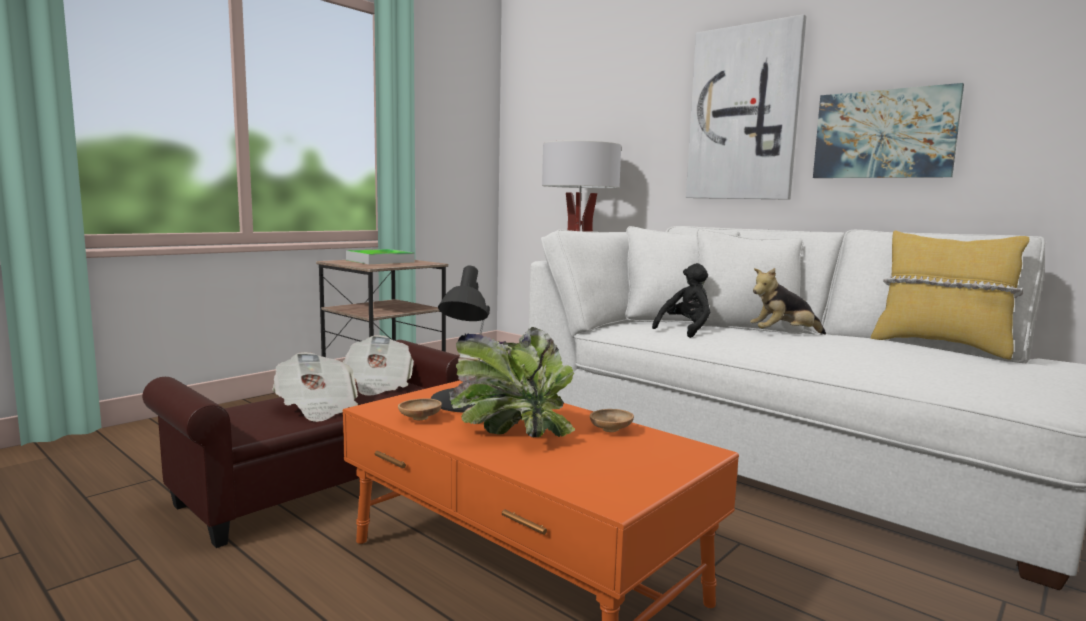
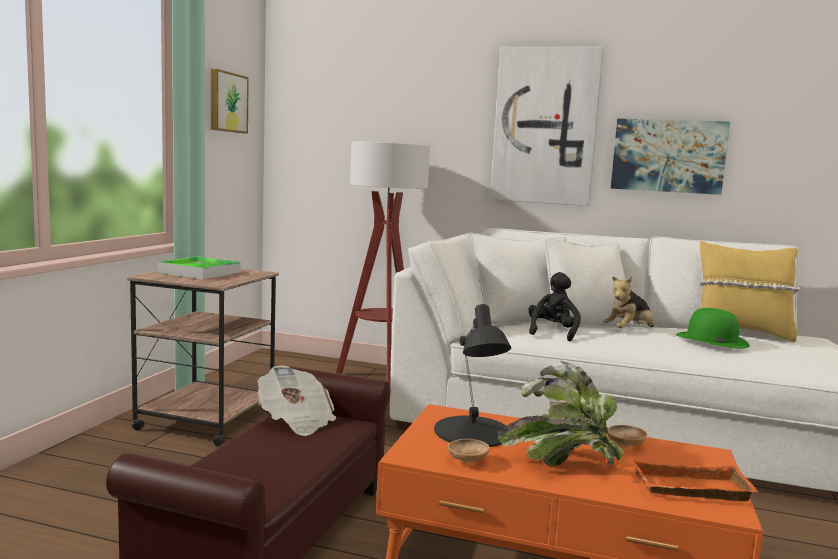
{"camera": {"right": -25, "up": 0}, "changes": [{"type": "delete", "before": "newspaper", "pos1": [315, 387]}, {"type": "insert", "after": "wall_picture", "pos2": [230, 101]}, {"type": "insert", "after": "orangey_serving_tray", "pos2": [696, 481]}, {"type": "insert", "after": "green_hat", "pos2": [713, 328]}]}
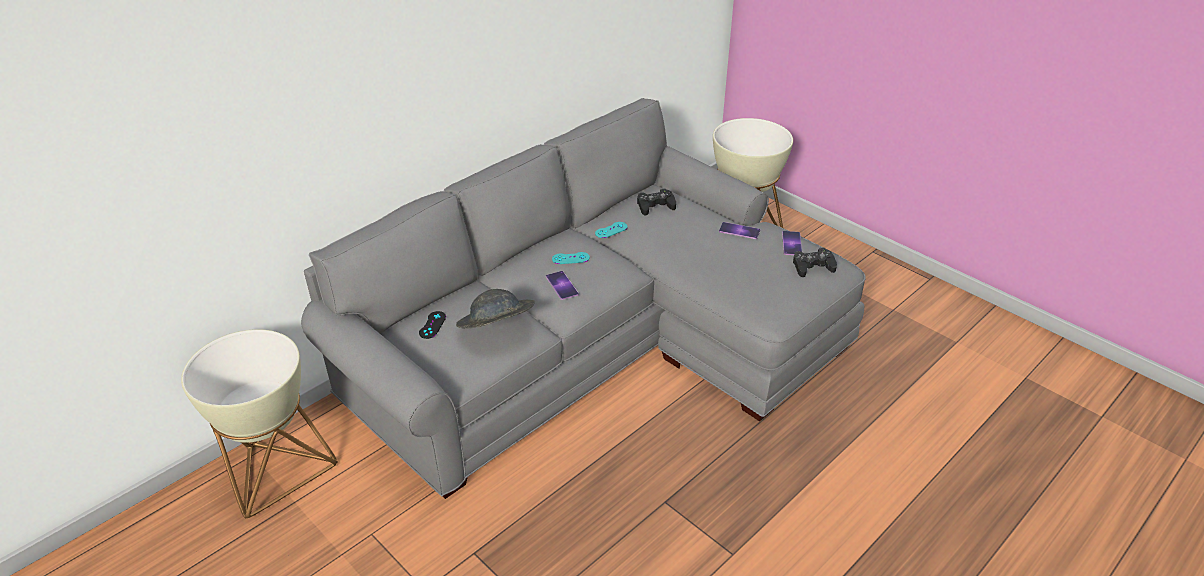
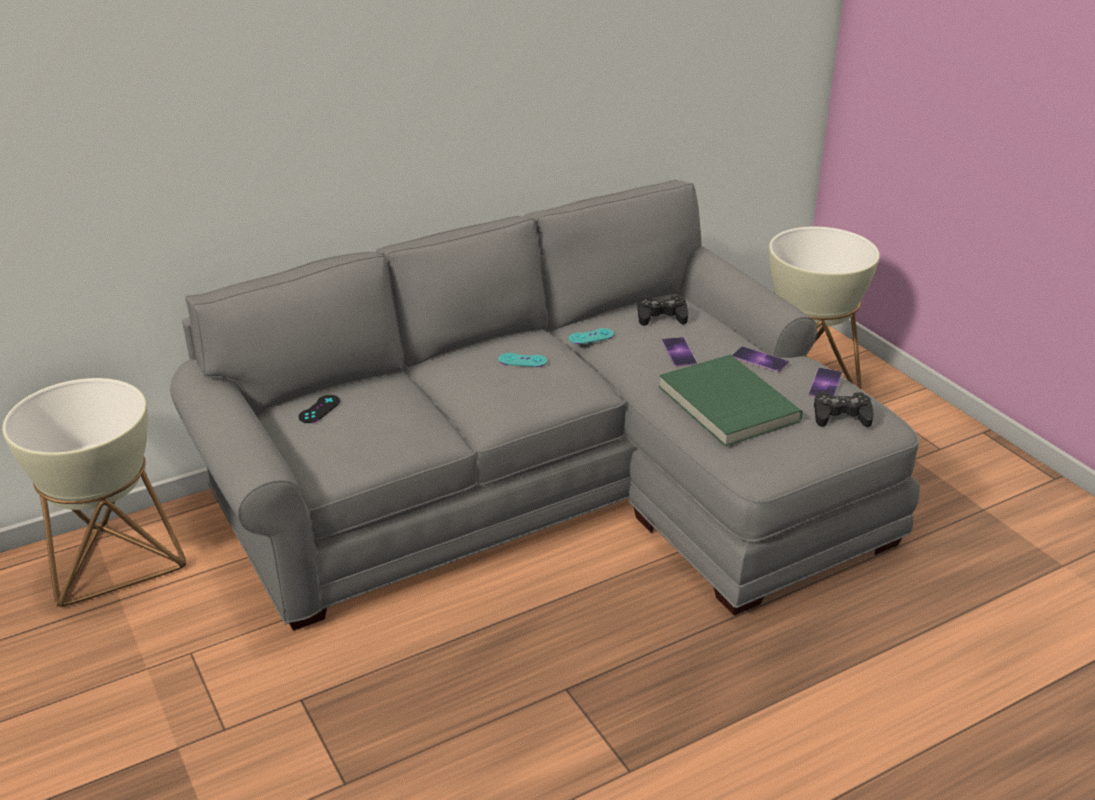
{"camera": {"right": 15, "up": -5}, "changes": [{"type": "delete", "before": "greyish_hat", "pos1": [495, 309]}, {"type": "move", "before": "phone", "pos1": [562, 285], "pos2": [679, 352]}, {"type": "insert", "after": "green_book", "pos2": [731, 400]}]}
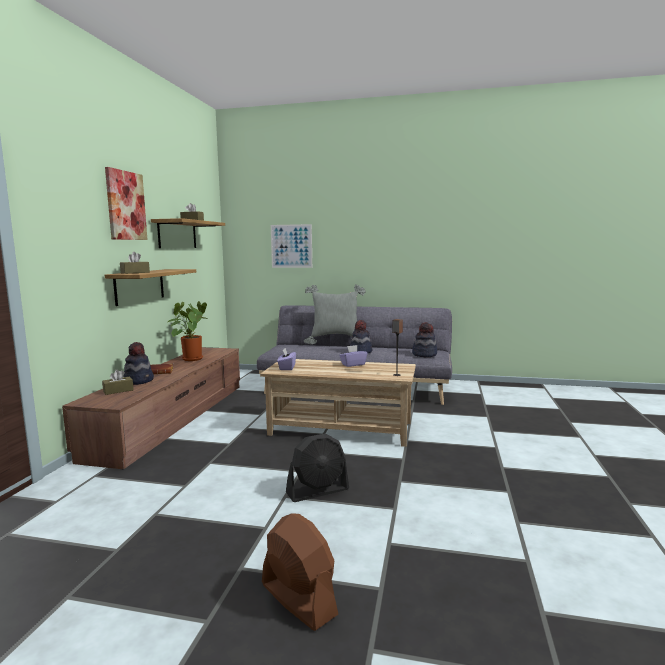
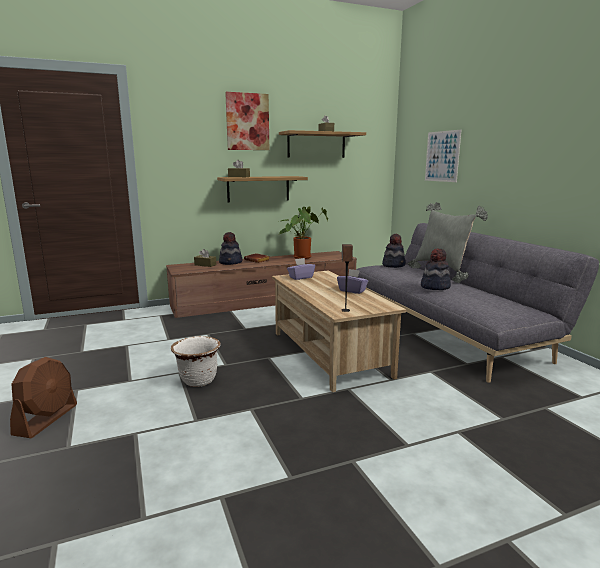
{"camera": {"right": 55, "up": 5}, "changes": [{"type": "replace", "before": "black_fan", "after": "white_planter", "pos1": [317, 467], "pos2": [196, 361]}, {"type": "move", "before": "hat", "pos1": [424, 339], "pos2": [394, 251]}]}
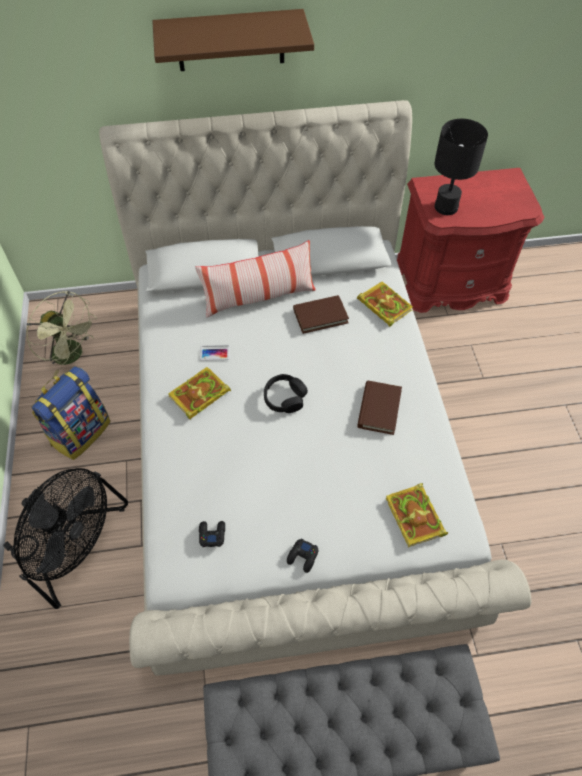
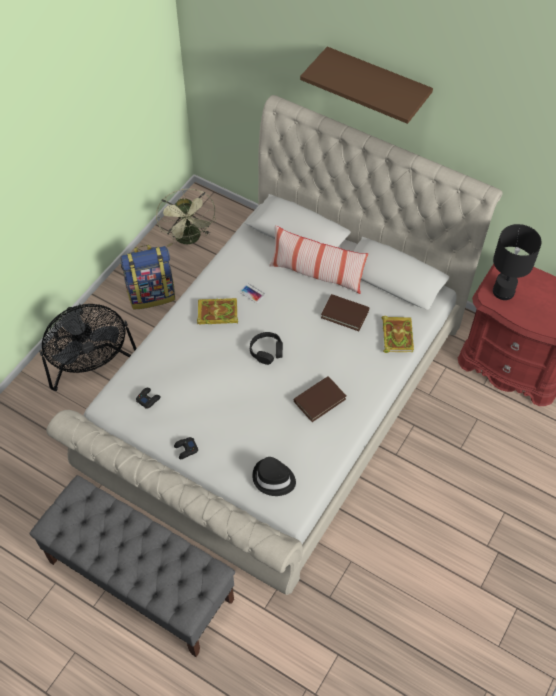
{"camera": {"right": 40, "up": 0}, "changes": [{"type": "replace", "before": "book", "after": "black_hat", "pos1": [417, 515], "pos2": [274, 476]}]}
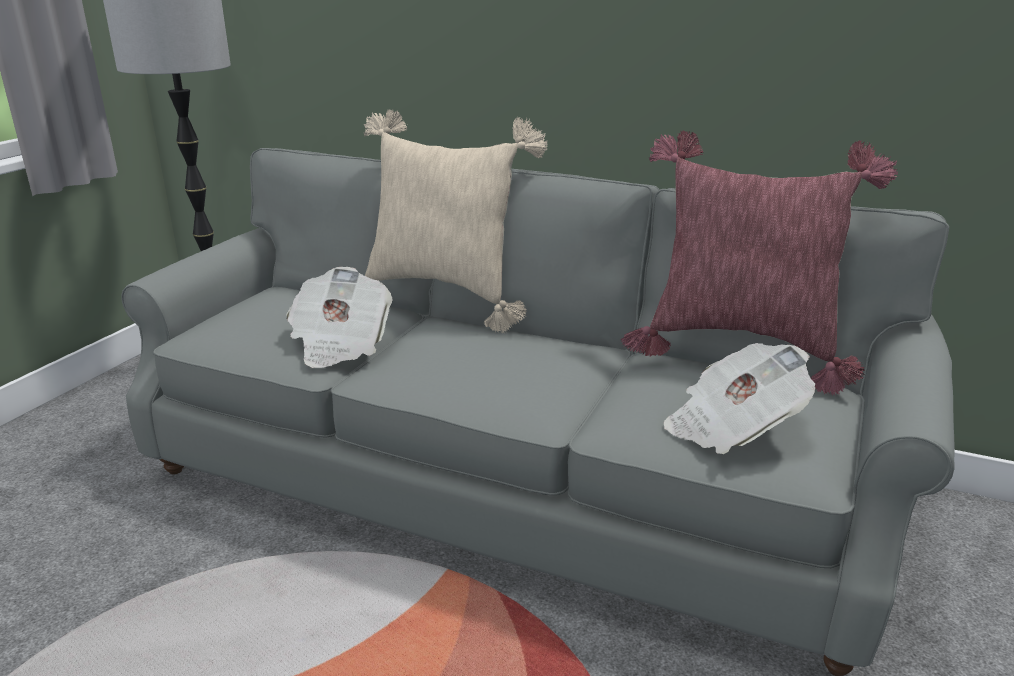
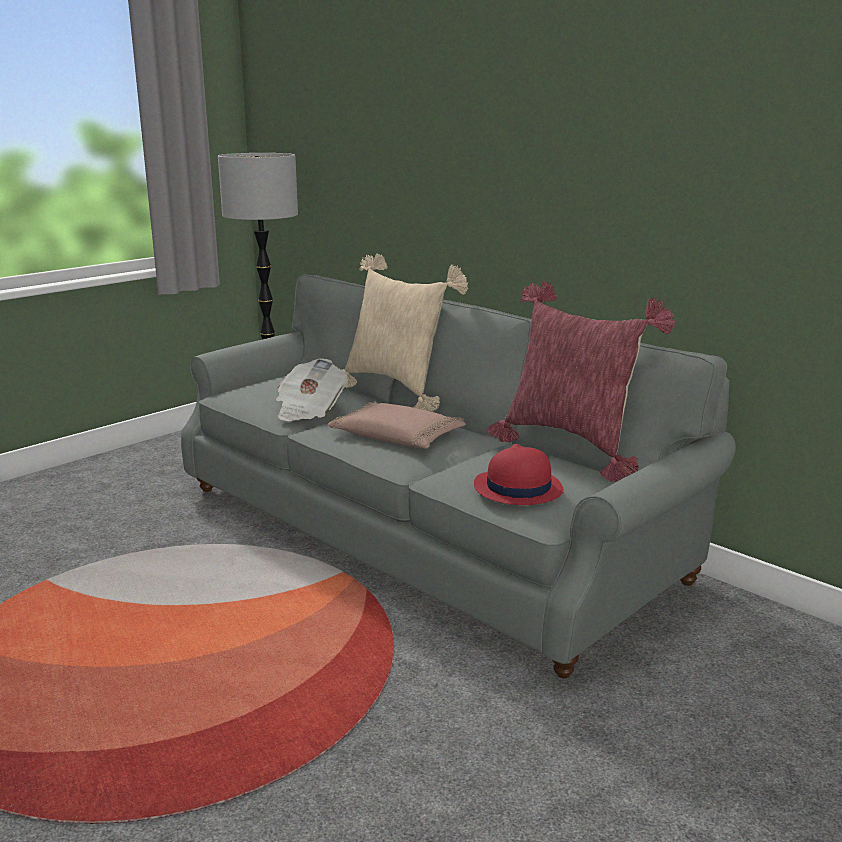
{"camera": {"right": 20, "up": -5}, "changes": [{"type": "replace", "before": "newspaper", "after": "reddish_hat", "pos1": [739, 398], "pos2": [519, 474]}, {"type": "insert", "after": "beige_throw_pillow", "pos2": [397, 425]}]}
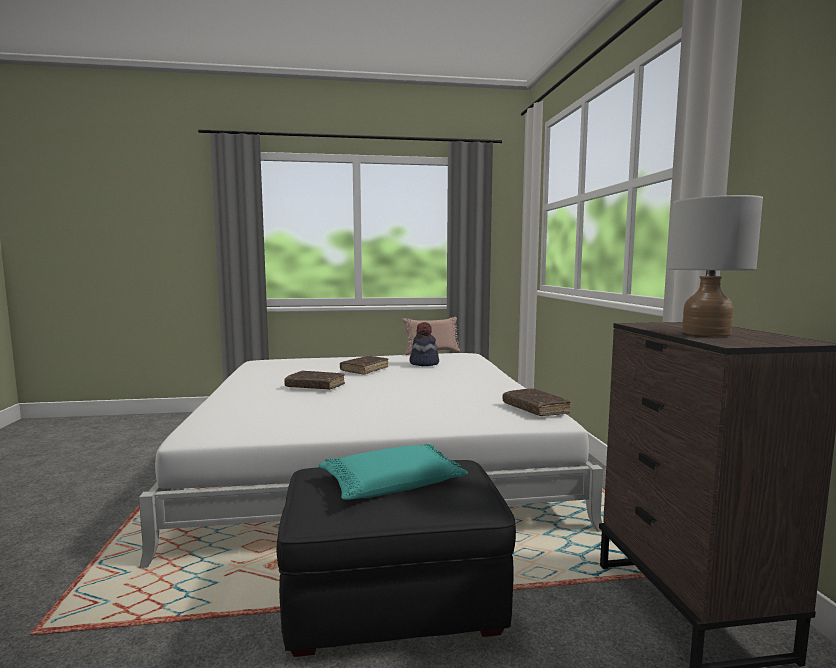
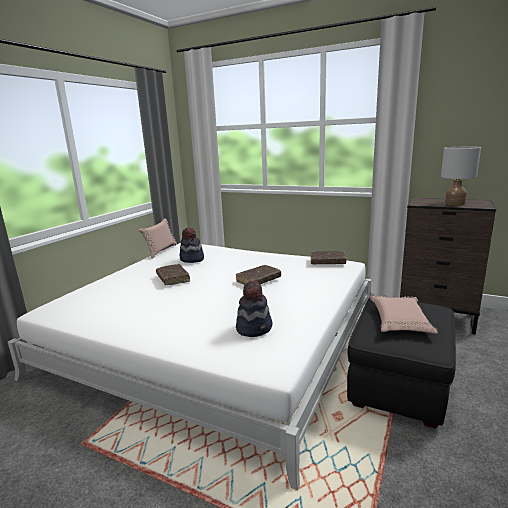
{"camera": {"right": -55, "up": 10}, "changes": [{"type": "move", "before": "brownish_book", "pos1": [314, 380], "pos2": [258, 275]}, {"type": "recolor", "before": "turquoise_throw_pillow", "after": "beige_throw_pillow", "pos1": [393, 471], "pos2": [404, 315]}, {"type": "insert", "after": "hat", "pos2": [254, 308]}]}
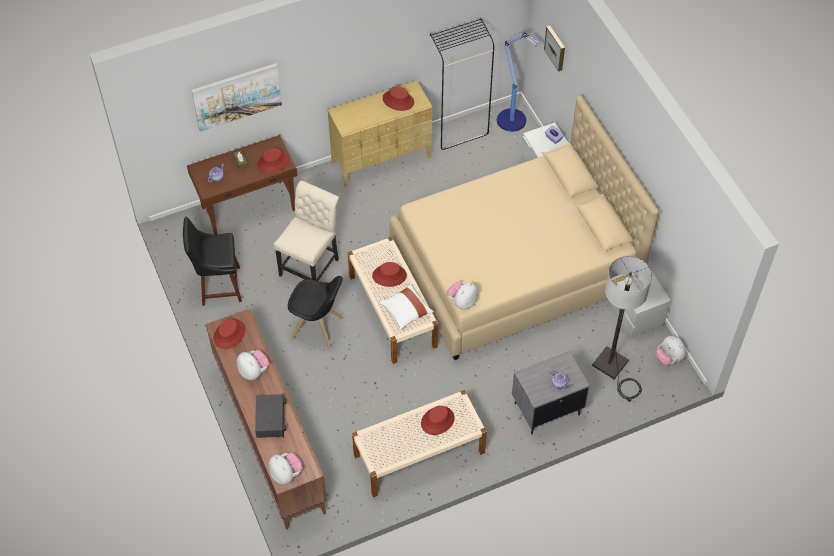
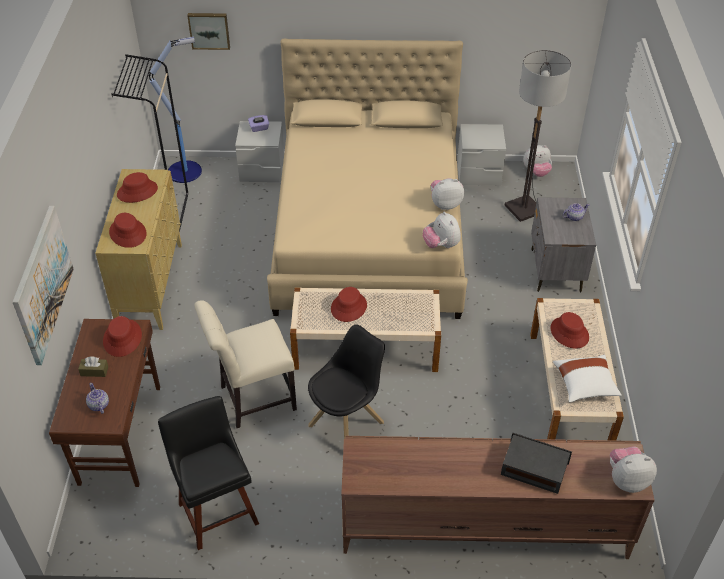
{"camera": {"right": -65, "up": -10}, "changes": [{"type": "rotate", "before": "black_upright_chair", "pos1": [212, 261], "pos2": [208, 473], "turn": 135}, {"type": "move", "before": "reddish_hat", "pos1": [229, 334], "pos2": [127, 230]}, {"type": "move", "before": "plush_toy", "pos1": [253, 365], "pos2": [447, 194]}, {"type": "rotate", "before": "beige_upright_chair", "pos1": [306, 231], "pos2": [245, 364], "turn": -75}, {"type": "move", "before": "white_throw_pillow", "pos1": [406, 307], "pos2": [587, 378]}]}
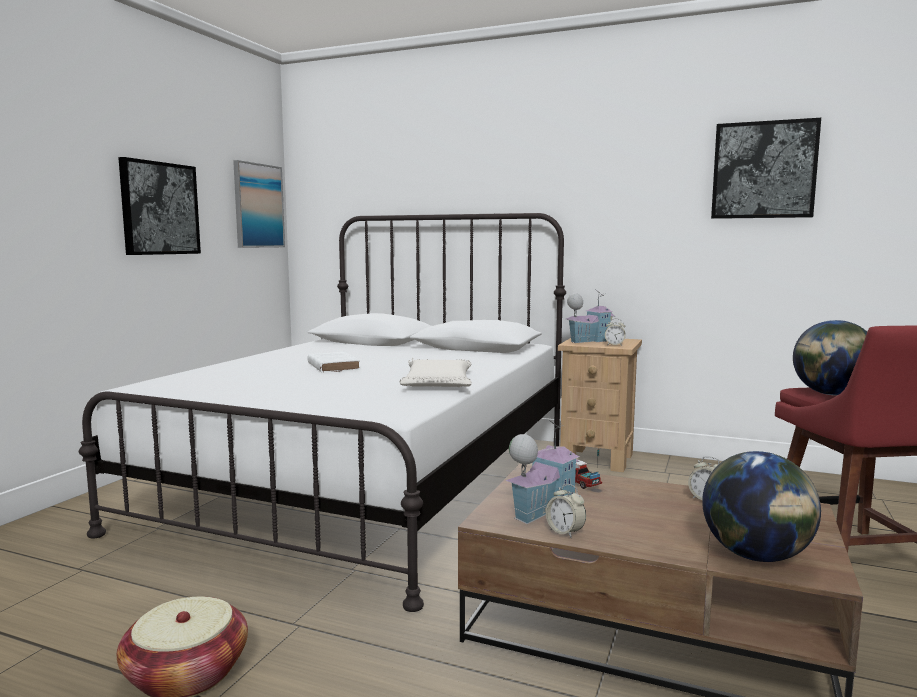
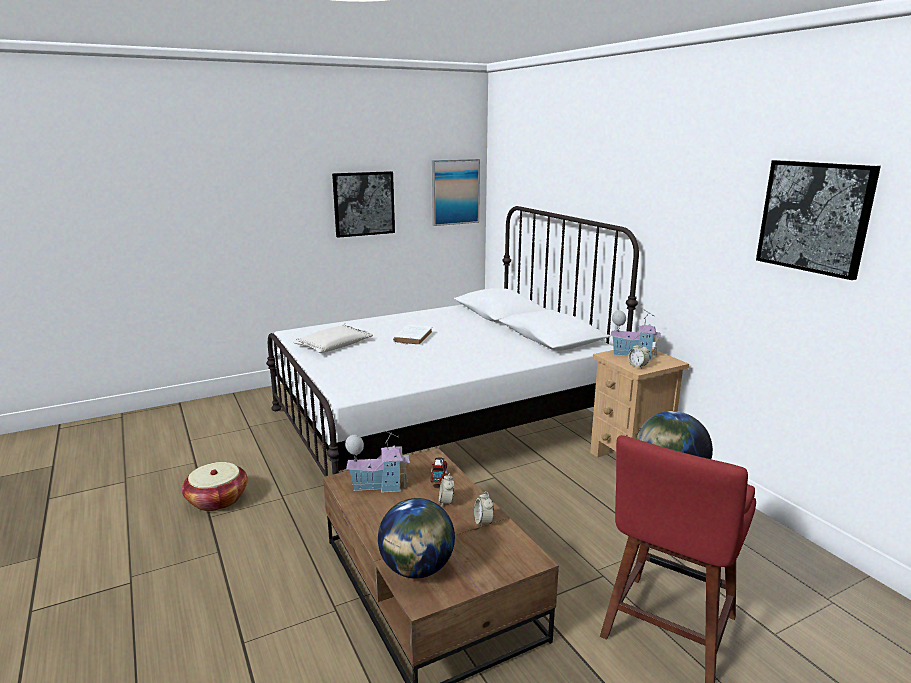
{"camera": {"right": 40, "up": 10}, "changes": [{"type": "move", "before": "white_throw_pillow", "pos1": [435, 372], "pos2": [333, 338]}, {"type": "move", "before": "table_clock", "pos1": [566, 511], "pos2": [446, 489]}]}
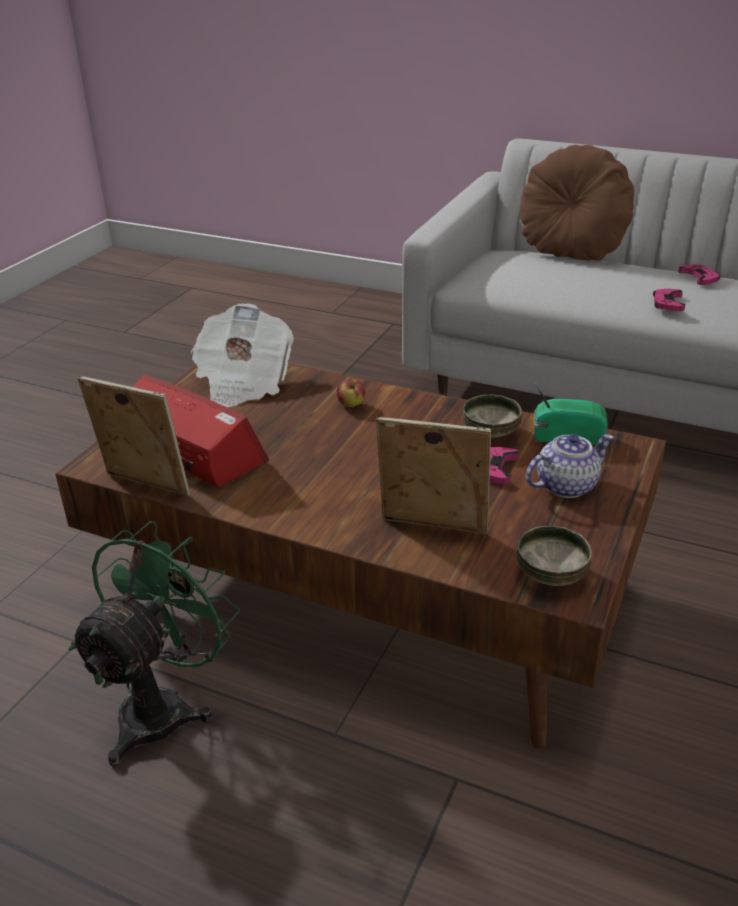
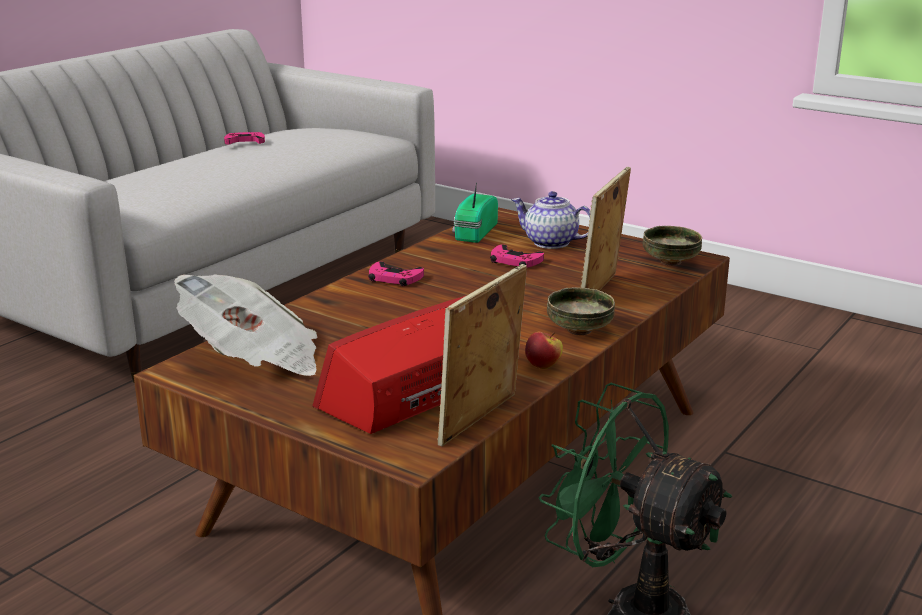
{"camera": {"right": -80, "up": -10}, "changes": [{"type": "move", "before": "whole_apple", "pos1": [351, 393], "pos2": [544, 350]}, {"type": "move", "before": "serving_bowl", "pos1": [492, 416], "pos2": [581, 311]}, {"type": "delete", "before": "brownish_throw_pillow", "pos1": [577, 203]}, {"type": "rotate", "before": "pot_for_tea", "pos1": [570, 466], "pos2": [551, 220], "turn": -45}, {"type": "move", "before": "pink_gamepad", "pos1": [669, 300], "pos2": [396, 273]}]}
